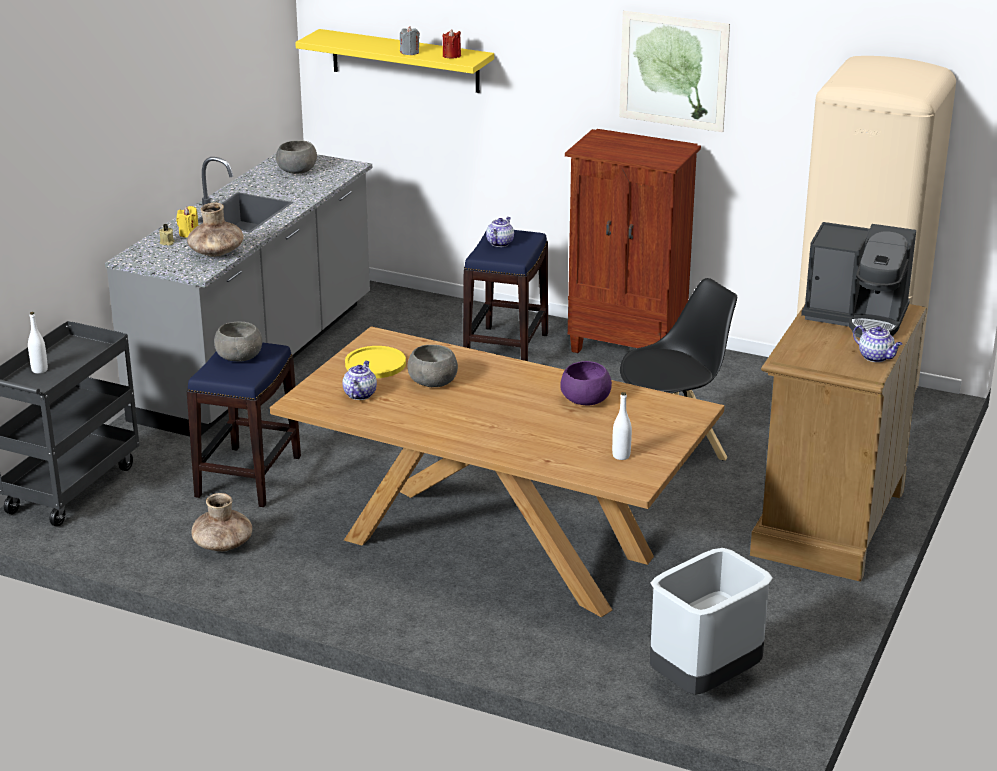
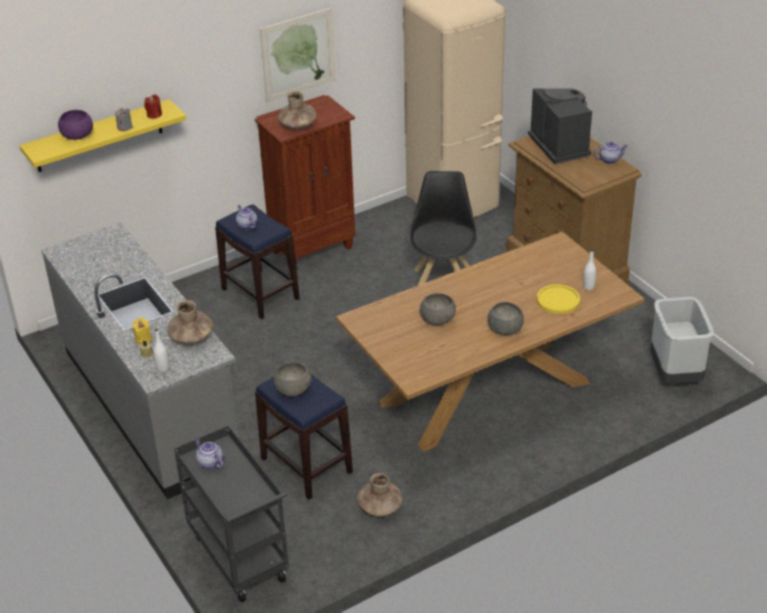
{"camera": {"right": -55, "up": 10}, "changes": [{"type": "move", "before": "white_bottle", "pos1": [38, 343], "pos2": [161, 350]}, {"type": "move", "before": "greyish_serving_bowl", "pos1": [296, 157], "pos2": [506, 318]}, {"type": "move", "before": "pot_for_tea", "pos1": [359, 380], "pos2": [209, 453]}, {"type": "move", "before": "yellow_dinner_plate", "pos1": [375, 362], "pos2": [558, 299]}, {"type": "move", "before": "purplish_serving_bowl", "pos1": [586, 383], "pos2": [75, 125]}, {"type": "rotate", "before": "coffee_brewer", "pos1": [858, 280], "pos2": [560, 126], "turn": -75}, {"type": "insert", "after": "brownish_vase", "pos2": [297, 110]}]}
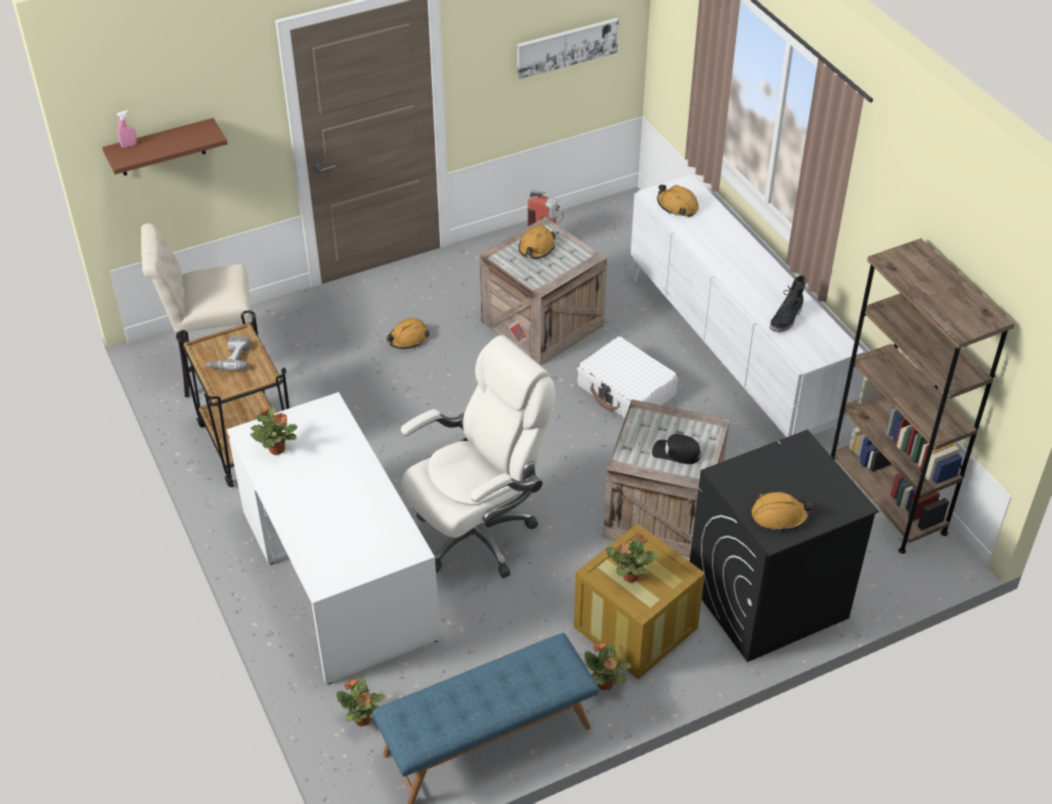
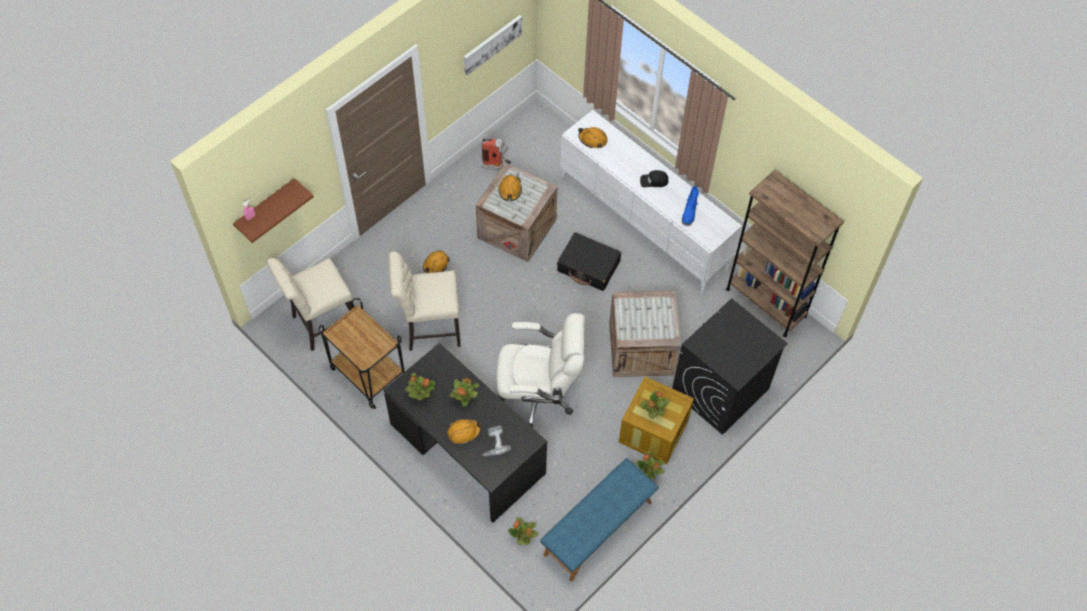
{"camera": {"right": -20, "up": 15}, "changes": [{"type": "move", "before": "power_drill", "pos1": [227, 354], "pos2": [496, 441]}, {"type": "recolor", "before": "white_desk_unit", "after": "black_desk_unit", "pos1": [333, 538], "pos2": [465, 433]}, {"type": "rotate", "before": "white_desk_chair", "pos1": [478, 456], "pos2": [541, 370], "turn": 60}, {"type": "recolor", "before": "white_travel_case", "after": "black_travel_case", "pos1": [627, 377], "pos2": [589, 261]}, {"type": "move", "before": "black_baseball_cap", "pos1": [676, 449], "pos2": [654, 178]}, {"type": "move", "before": "orangey_hard_hat", "pos1": [782, 512], "pos2": [465, 431]}, {"type": "recolor", "before": "black_high-top_boot", "after": "blue-coloured_high-top_boot", "pos1": [787, 304], "pos2": [690, 206]}, {"type": "insert", "after": "beige_sitting_stool", "pos2": [425, 301]}, {"type": "insert", "after": "potted_plant", "pos2": [465, 392]}]}
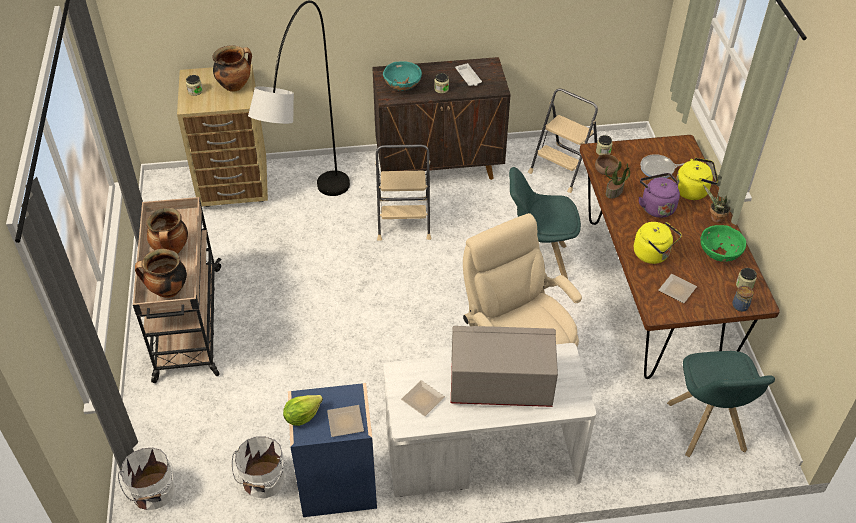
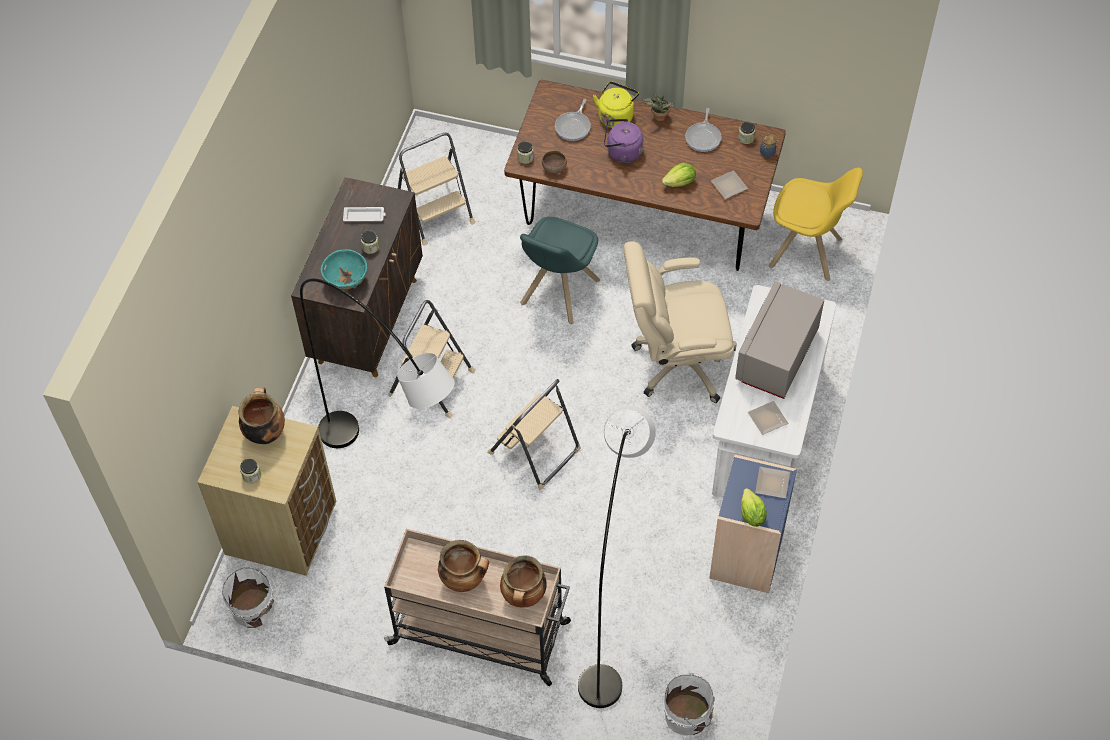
{"camera": {"right": -65, "up": 10}, "changes": [{"type": "move", "before": "white_bucket", "pos1": [258, 467], "pos2": [250, 598]}, {"type": "delete", "before": "potted_plant", "pos1": [617, 180]}, {"type": "replace", "before": "yellow_water_kettle", "after": "head_of_lettuce", "pos1": [658, 243], "pos2": [678, 175]}, {"type": "recolor", "before": "turquoise_upright_chair", "after": "yellow_upright_chair", "pos1": [721, 404], "pos2": [815, 224]}, {"type": "replace", "before": "green_serving_bowl", "after": "pan", "pos1": [723, 243], "pos2": [703, 130]}, {"type": "insert", "after": "beige_step_stool", "pos2": [534, 434]}, {"type": "insert", "after": "greyish_standard_lamp", "pos2": [617, 557]}]}
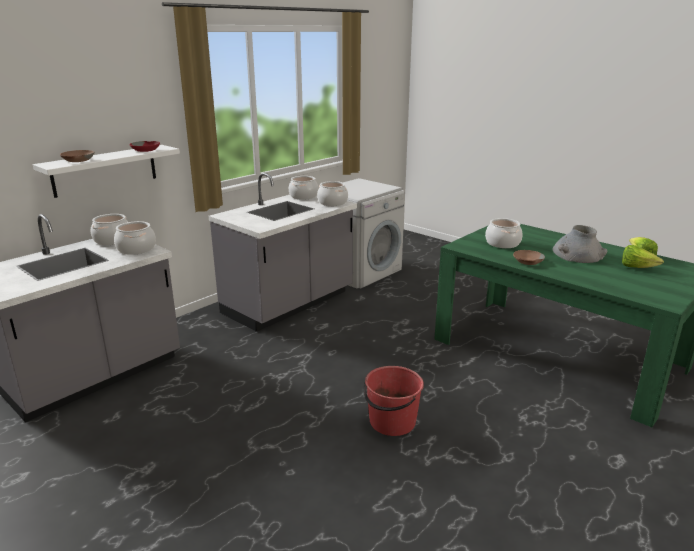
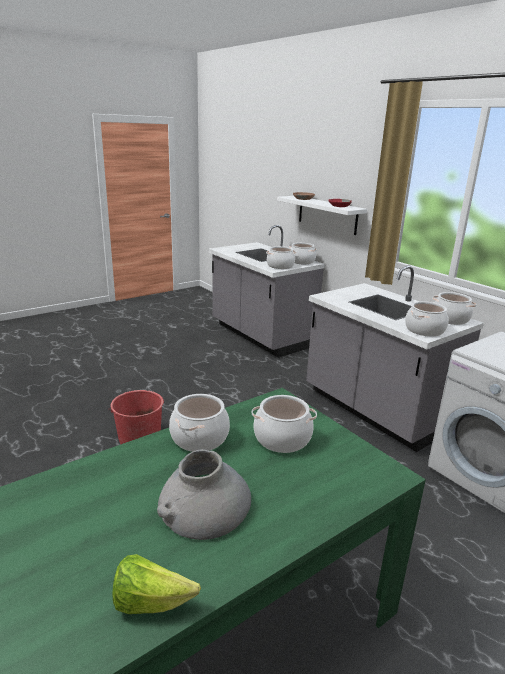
{"camera": {"right": 100, "up": 0}, "changes": [{"type": "replace", "before": "brownish_serving_bowl", "after": "cooking_pot", "pos1": [529, 257], "pos2": [199, 423]}, {"type": "delete", "before": "head_of_lettuce", "pos1": [643, 256]}]}
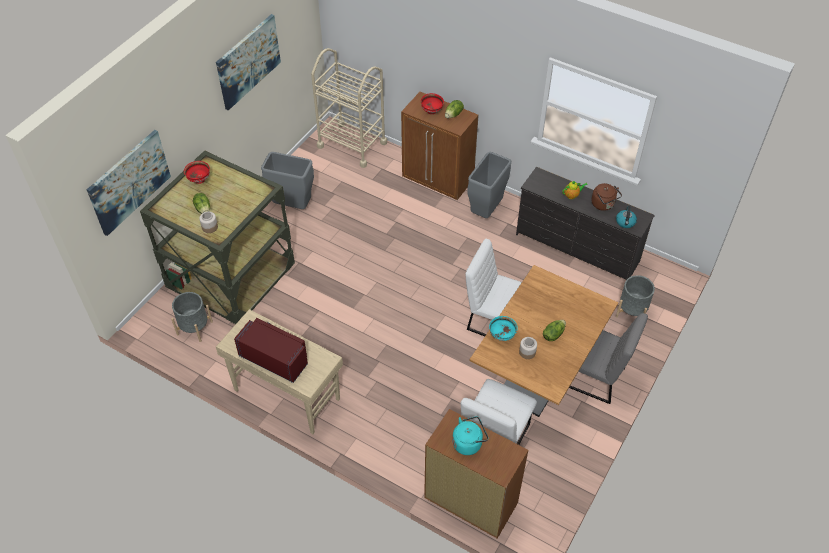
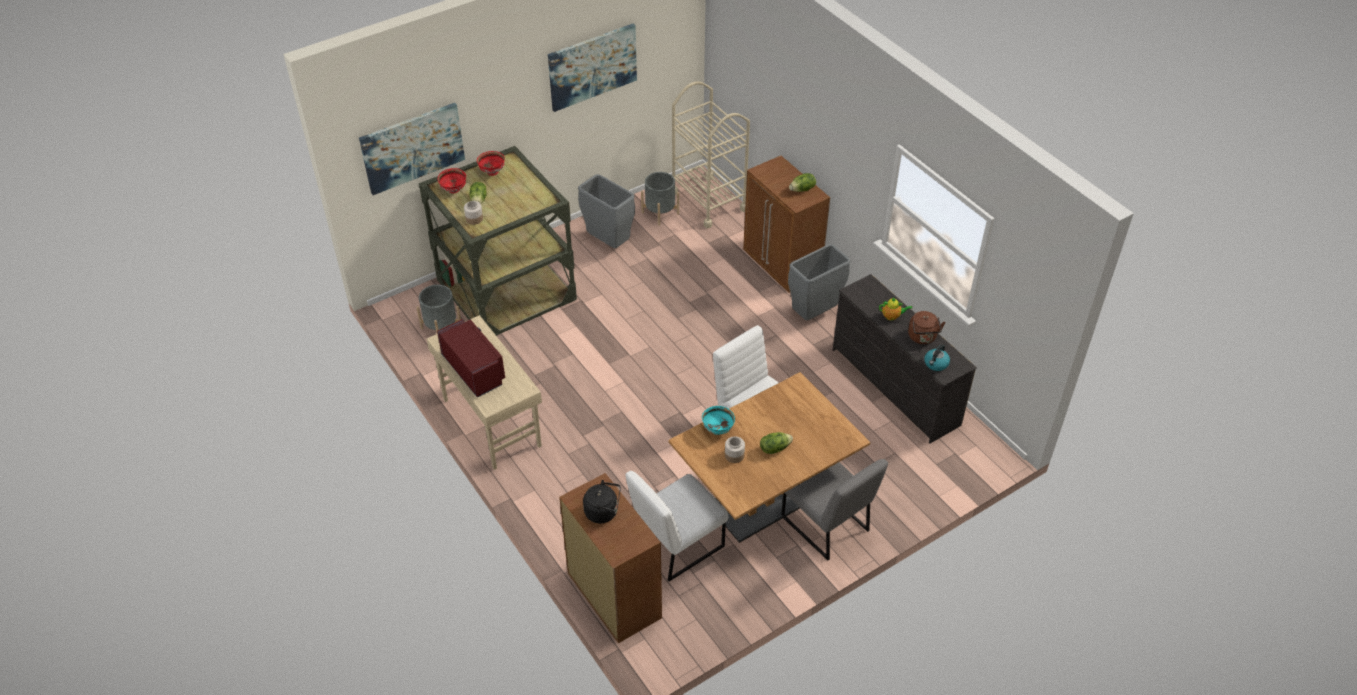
{"camera": {"right": 25, "up": -5}, "changes": [{"type": "move", "before": "reddish_serving_bowl", "pos1": [432, 103], "pos2": [452, 180]}, {"type": "recolor", "before": "turquoise_water_kettle", "after": "black_water_kettle", "pos1": [470, 435], "pos2": [602, 502]}, {"type": "move", "before": "greyish_planter", "pos1": [635, 296], "pos2": [660, 199]}]}
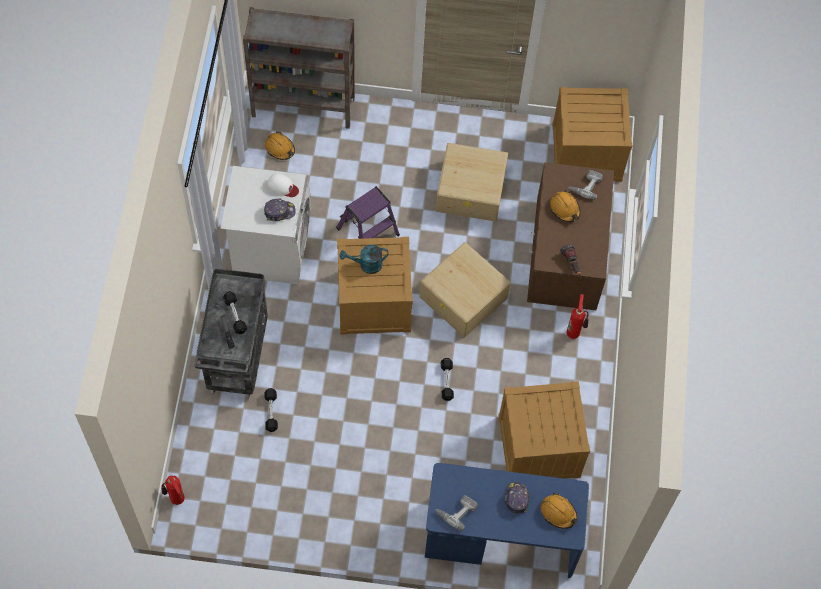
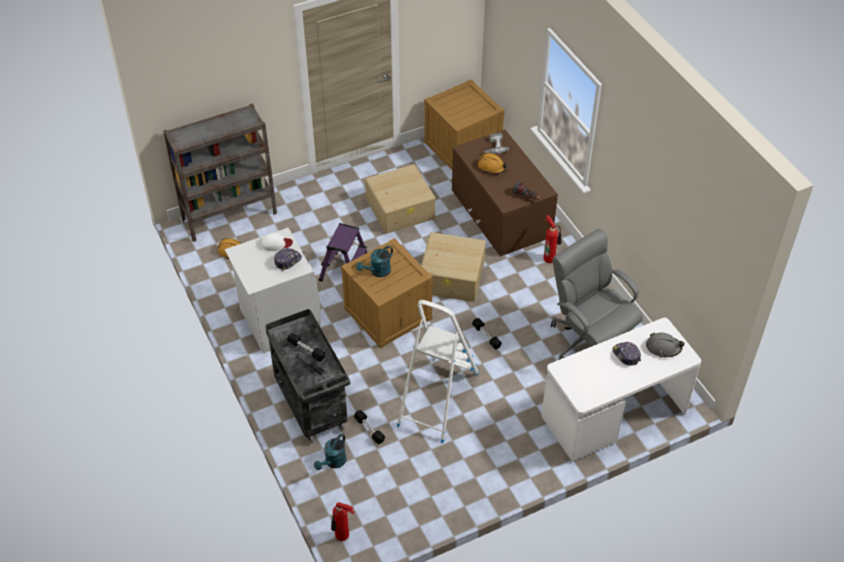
{"camera": {"right": -30, "up": -15}, "changes": [{"type": "recolor", "before": "blue-coloured_desk_unit", "after": "white_desk_unit", "pos1": [507, 520], "pos2": [621, 390]}, {"type": "delete", "before": "power_drill", "pos1": [457, 513]}, {"type": "replace", "before": "crate", "after": "greyish_desk_chair", "pos1": [544, 430], "pos2": [597, 294]}, {"type": "recolor", "before": "orangey_hard_hat", "after": "greyish_hard_hat", "pos1": [559, 511], "pos2": [665, 345]}, {"type": "insert", "after": "turquoise_sprinkling_can", "pos2": [330, 452]}, {"type": "insert", "after": "white_step_stool", "pos2": [438, 371]}]}
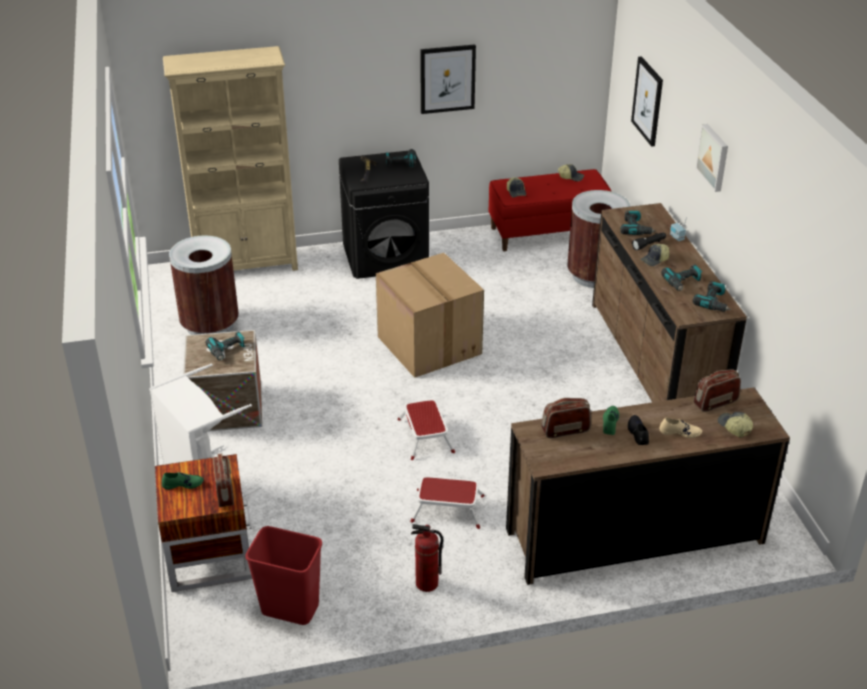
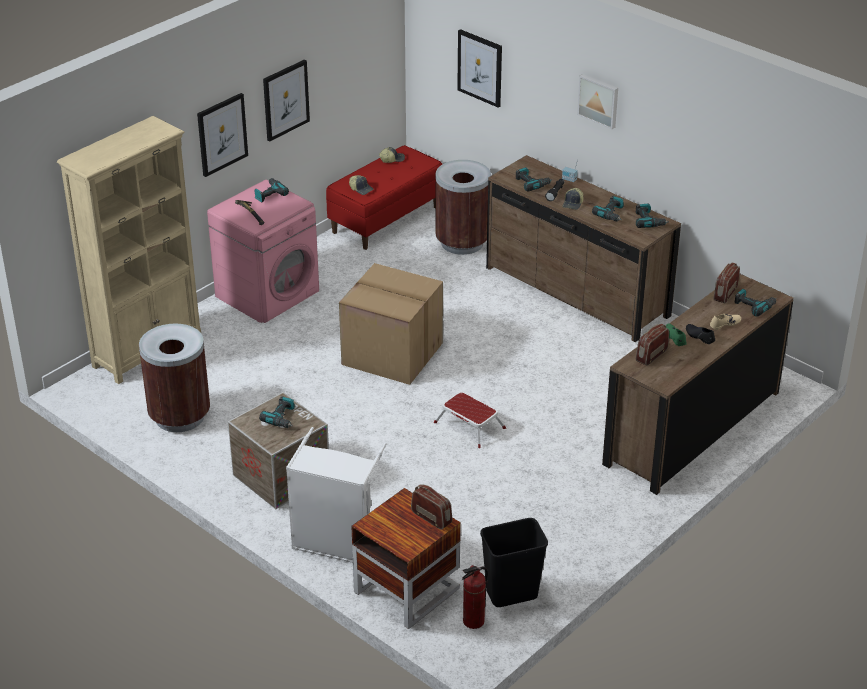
{"camera": {"right": -35, "up": 0}, "changes": [{"type": "delete", "before": "green_shoe", "pos1": [183, 481]}, {"type": "recolor", "before": "reddish_trash_can", "after": "black_trash_can", "pos1": [284, 575], "pos2": [514, 562]}, {"type": "recolor", "before": "black_washing_machine", "after": "pink_washing_machine", "pos1": [384, 215], "pos2": [263, 251]}, {"type": "delete", "before": "reddish_step_stool", "pos1": [447, 502]}, {"type": "move", "before": "extinguisher", "pos1": [427, 558], "pos2": [475, 597]}, {"type": "replace", "before": "baseball_cap", "after": "power_drill", "pos1": [735, 425], "pos2": [756, 303]}, {"type": "insert", "after": "wall_picture", "pos2": [222, 135]}]}
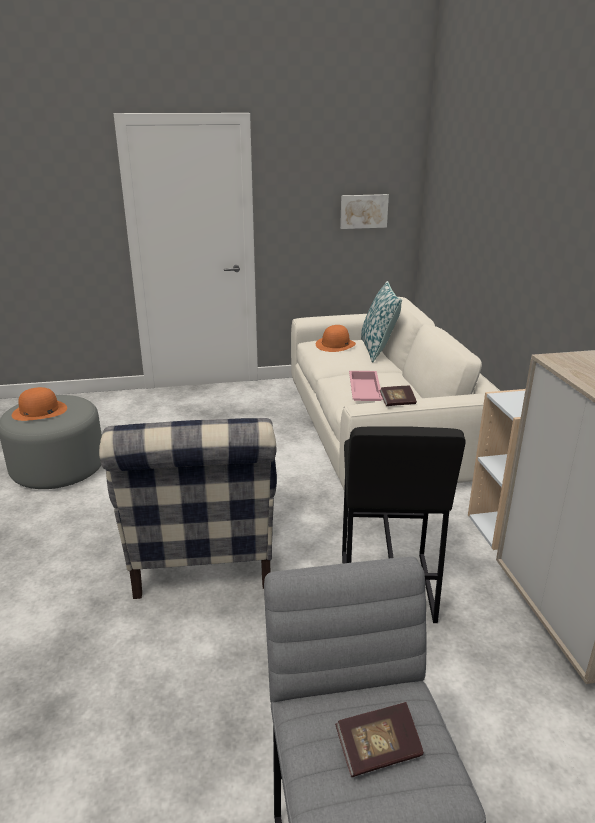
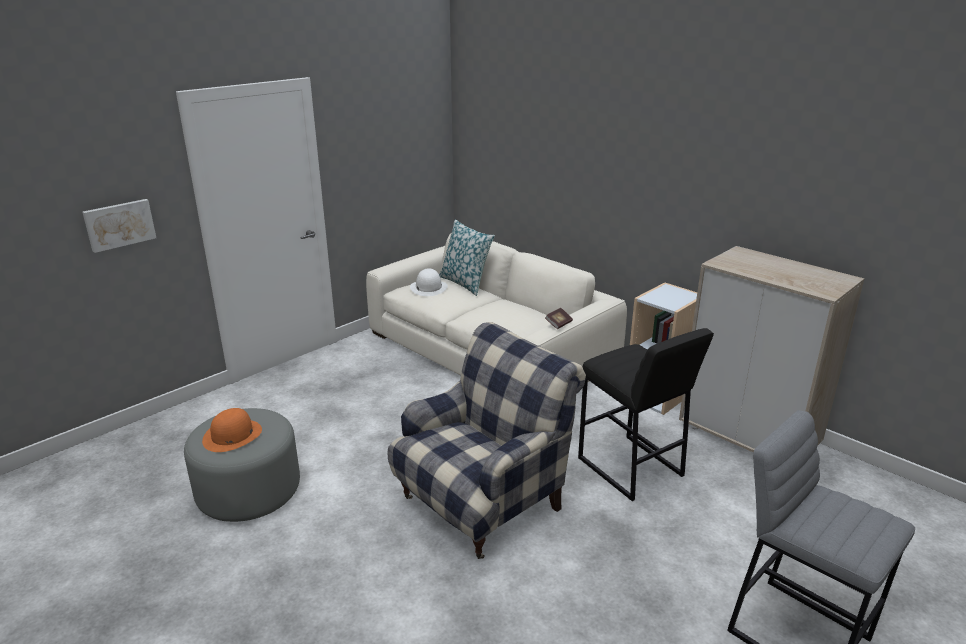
{"camera": {"right": -35, "up": 0}, "changes": [{"type": "rotate", "before": "lounge_chair", "pos1": [188, 508], "pos2": [487, 440], "turn": -90}, {"type": "recolor", "before": "orangey_hat", "after": "white_hat", "pos1": [336, 338], "pos2": [429, 282]}, {"type": "delete", "before": "book", "pos1": [379, 739]}, {"type": "move", "before": "wall_picture", "pos1": [364, 211], "pos2": [119, 226]}, {"type": "delete", "before": "pink_serving_tray", "pos1": [366, 386]}]}
